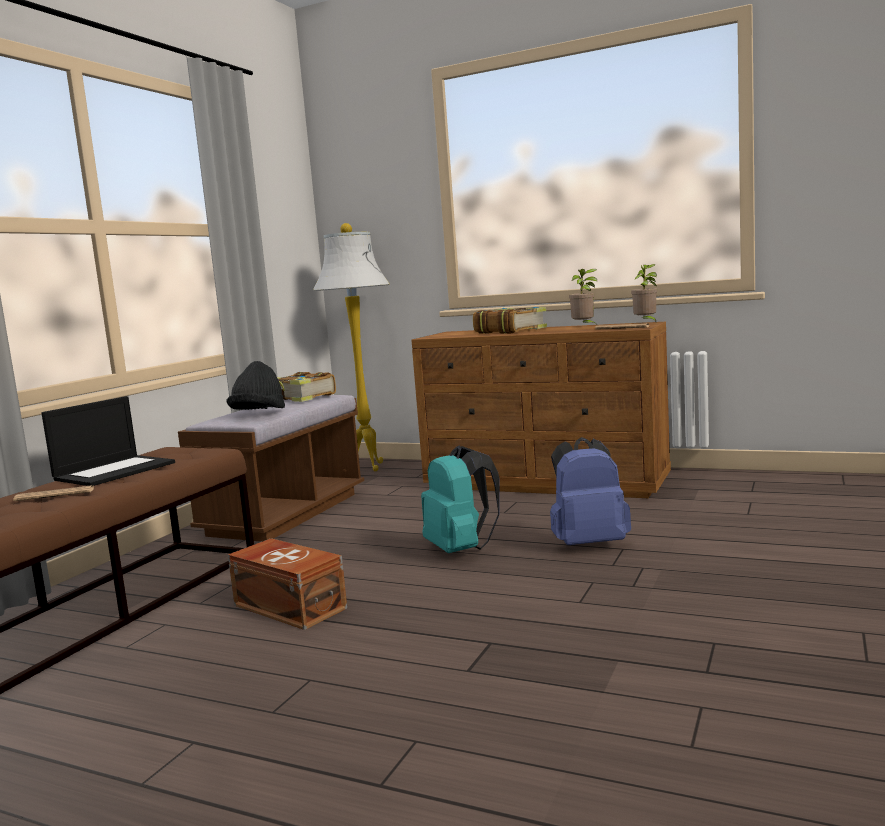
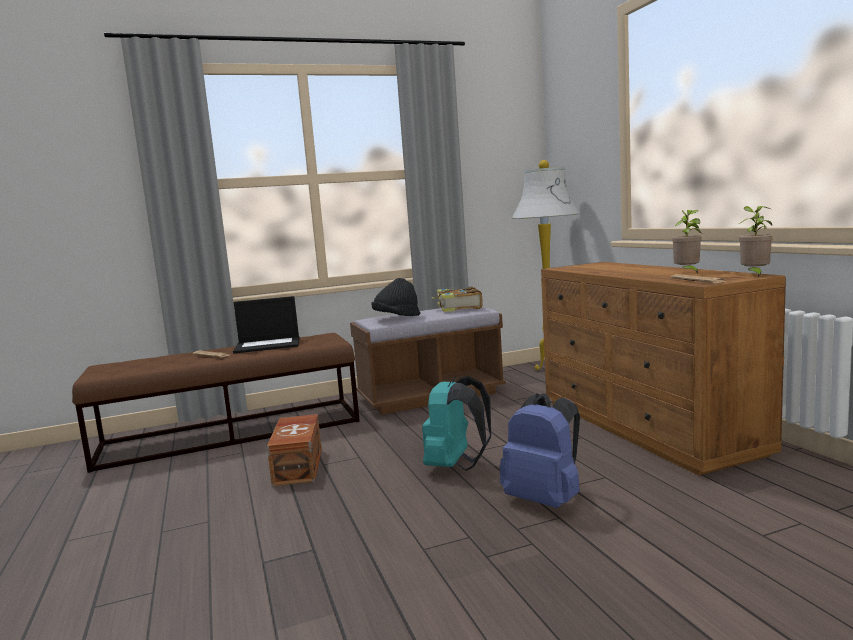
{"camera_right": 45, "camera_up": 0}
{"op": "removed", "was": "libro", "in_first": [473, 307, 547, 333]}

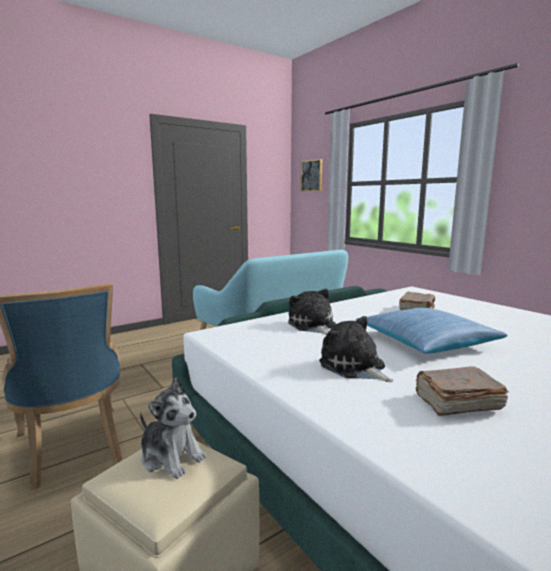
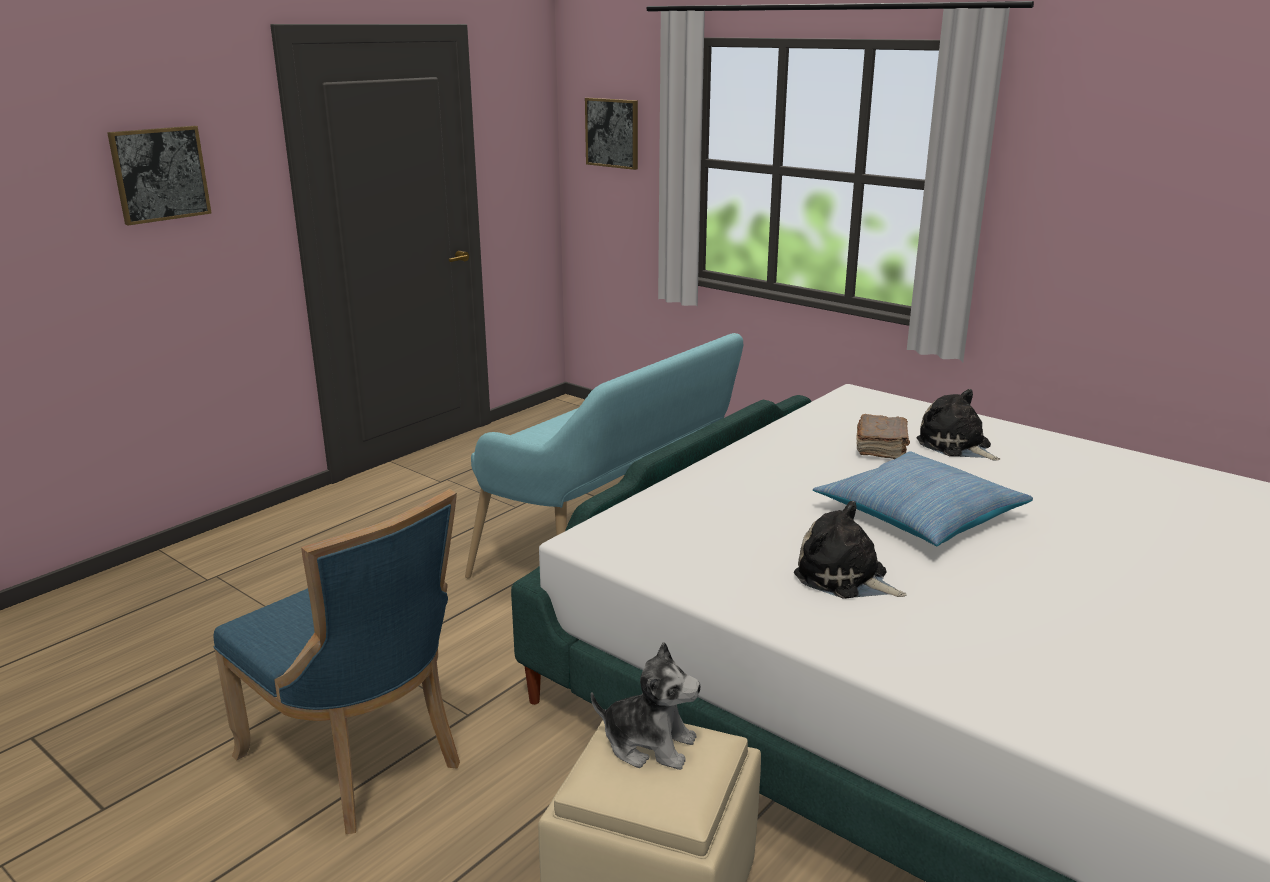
{"camera_right": -15, "camera_up": 10}
{"op": "removed", "was": "libro/marrón", "in_first": [415, 366, 509, 416]}
{"op": "added", "now": "cuadro", "in_second": [107, 126, 211, 225]}
{"op": "moved", "was": "peluche", "in_first": [288, 289, 336, 335], "in_second": [916, 389, 1000, 461]}

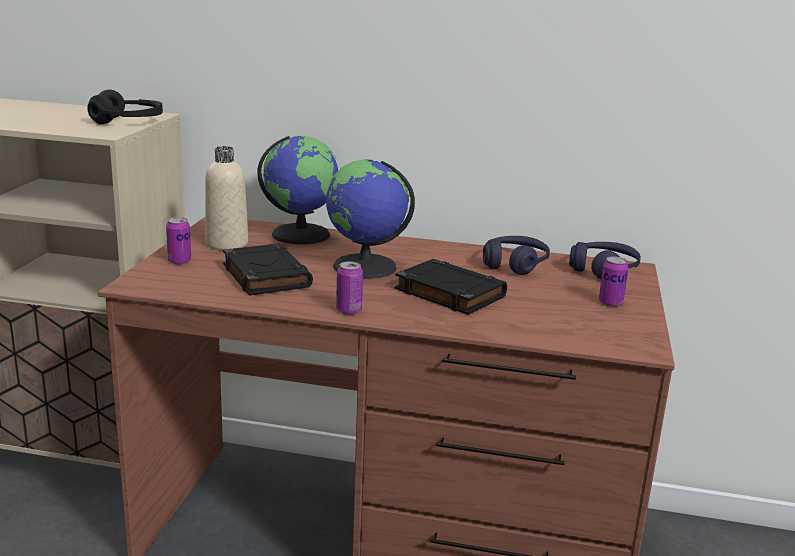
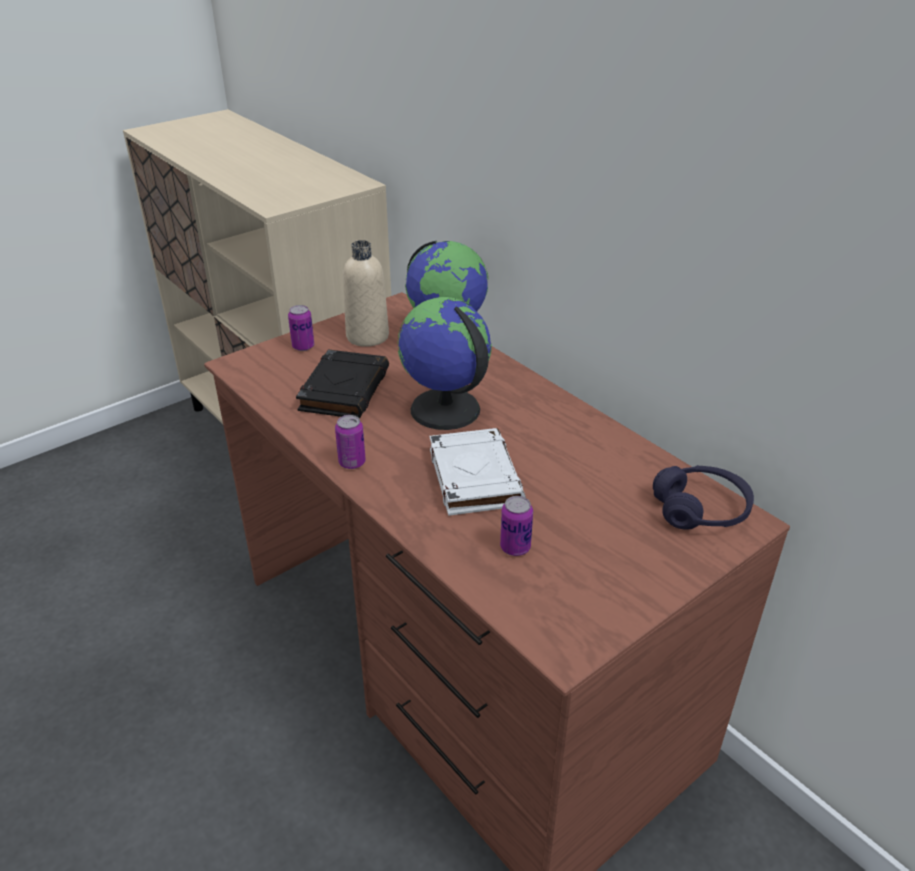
{"camera_right": 40, "camera_up": 15}
{"op": "removed", "was": "auriculares/negro", "in_first": [87, 90, 163, 124]}
{"op": "removed", "was": "auriculares/morado", "in_first": [483, 236, 550, 275]}
{"op": "moved", "was": "lata", "in_first": [599, 256, 629, 307], "in_second": [500, 496, 533, 556]}
{"op": "recoloured", "was": "libro/negro", "now": "libro/blanco", "in_first": [395, 259, 507, 315], "in_second": [430, 428, 526, 516]}

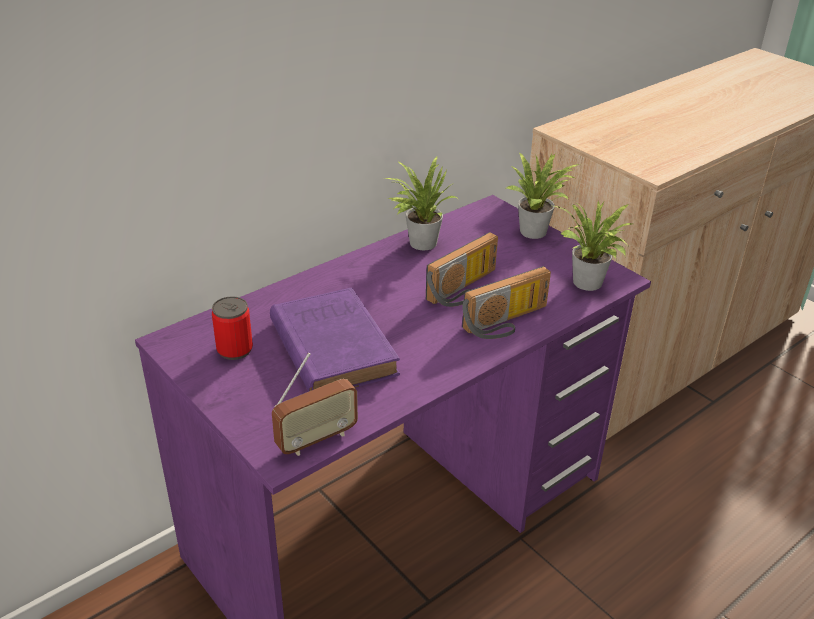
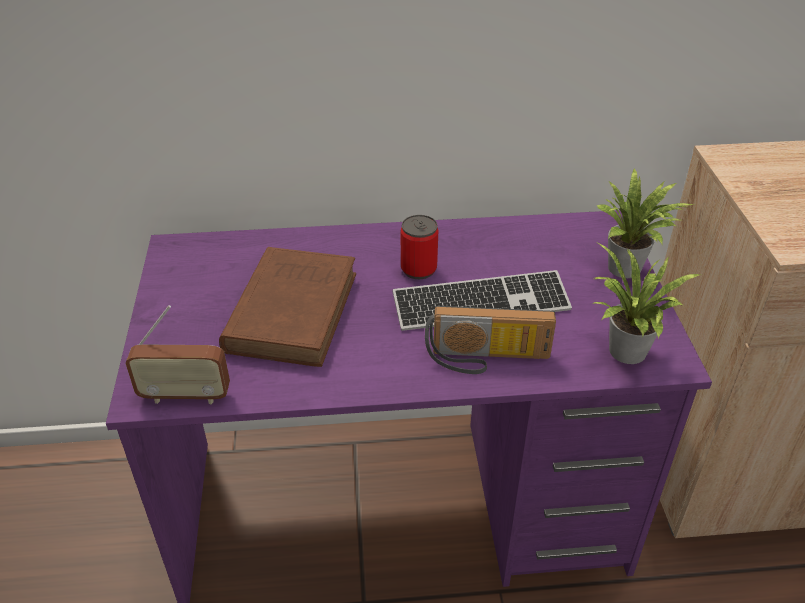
{"camera_right": 35, "camera_up": 5}
{"op": "removed", "was": "planta en maceta", "in_first": [384, 156, 457, 250]}
{"op": "moved", "was": "lata", "in_first": [212, 296, 253, 360], "in_second": [401, 215, 438, 279]}
{"op": "replaced", "was": "radio", "now": "teclado", "in_first": [426, 232, 498, 307], "in_second": [393, 270, 572, 331]}
{"op": "recoloured", "was": "libro/morado", "now": "libro/marrón", "in_first": [270, 288, 400, 392], "in_second": [219, 247, 356, 367]}

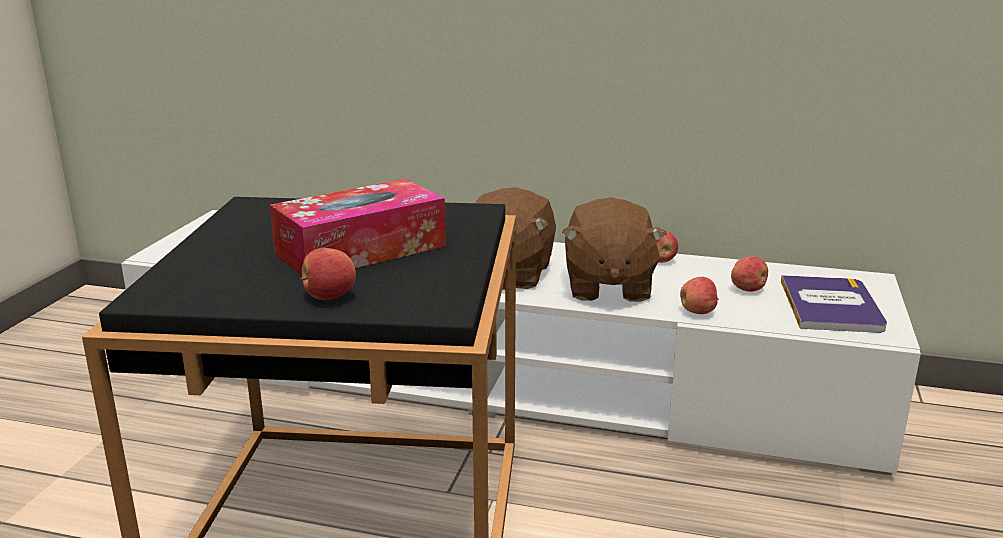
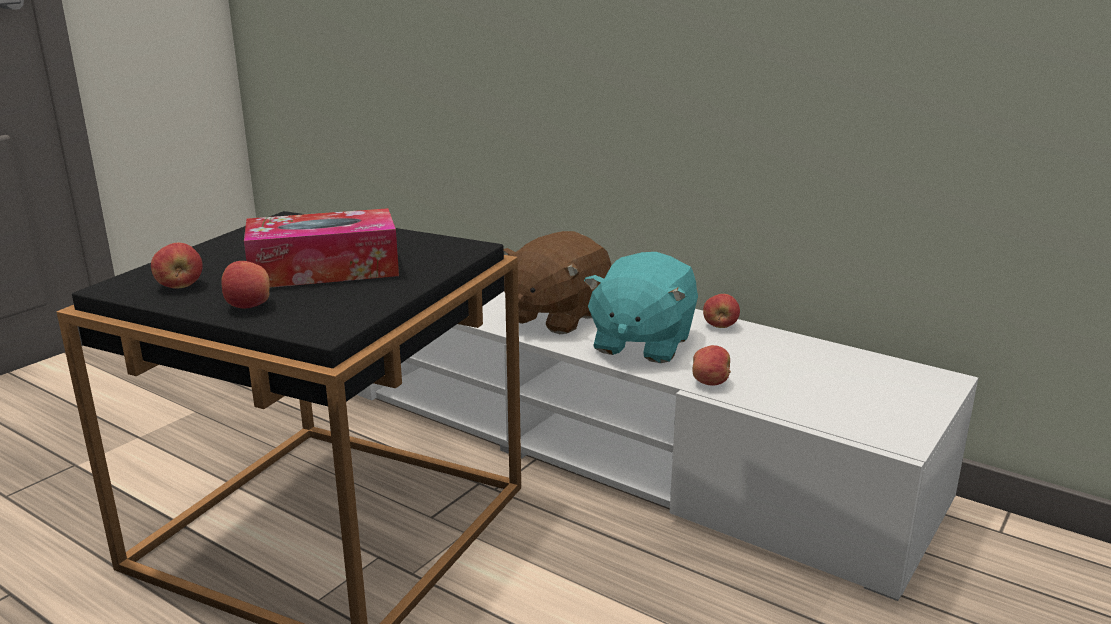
{"camera_right": 20, "camera_up": 0}
{"op": "removed", "was": "libro", "in_first": [781, 275, 887, 333]}
{"op": "moved", "was": "manzana", "in_first": [731, 256, 768, 292], "in_second": [151, 243, 203, 288]}
{"op": "recoloured", "was": "peluche/marrón", "now": "peluche/turquesa", "in_first": [562, 197, 667, 302], "in_second": [584, 252, 698, 363]}

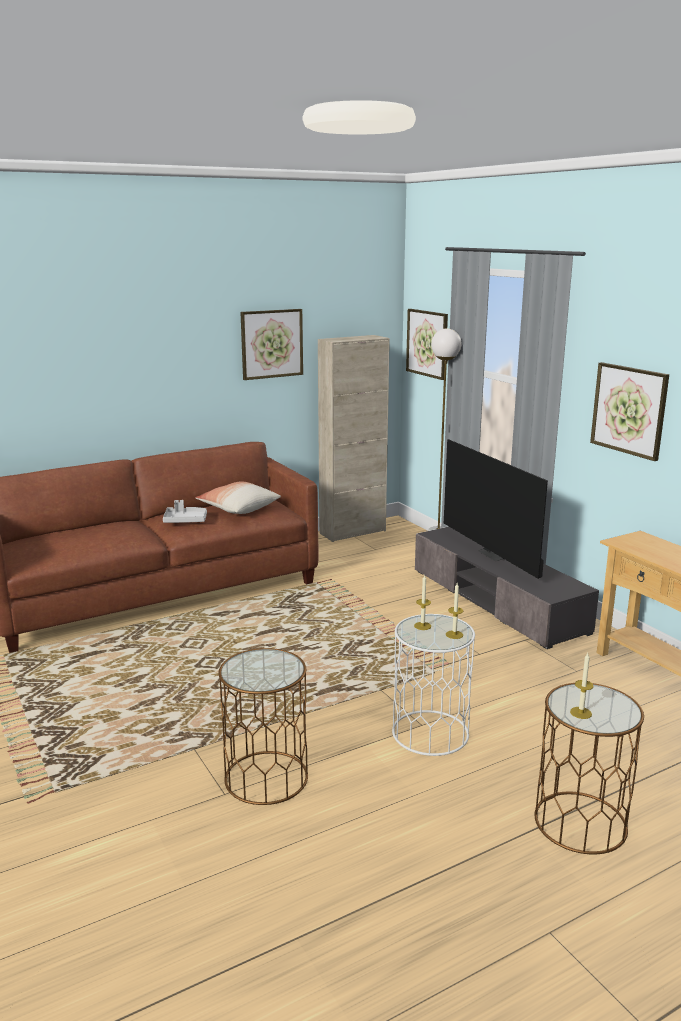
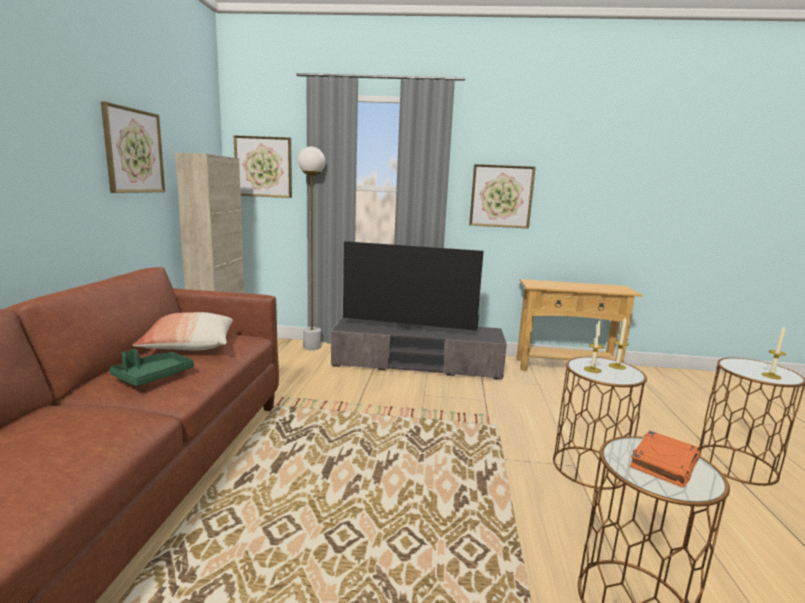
{"camera_right": -55, "camera_up": -5}
{"op": "added", "now": "libro/naranja", "in_second": [629, 431, 700, 487]}
{"op": "recoloured", "was": "bandeja/gris", "now": "bandeja/verde", "in_first": [163, 500, 207, 523], "in_second": [110, 349, 194, 386]}
{"op": "recoloured", "was": "mesa auxiliar/blanco", "now": "mesa auxiliar/marrón", "in_first": [392, 614, 475, 756], "in_second": [553, 357, 647, 490]}

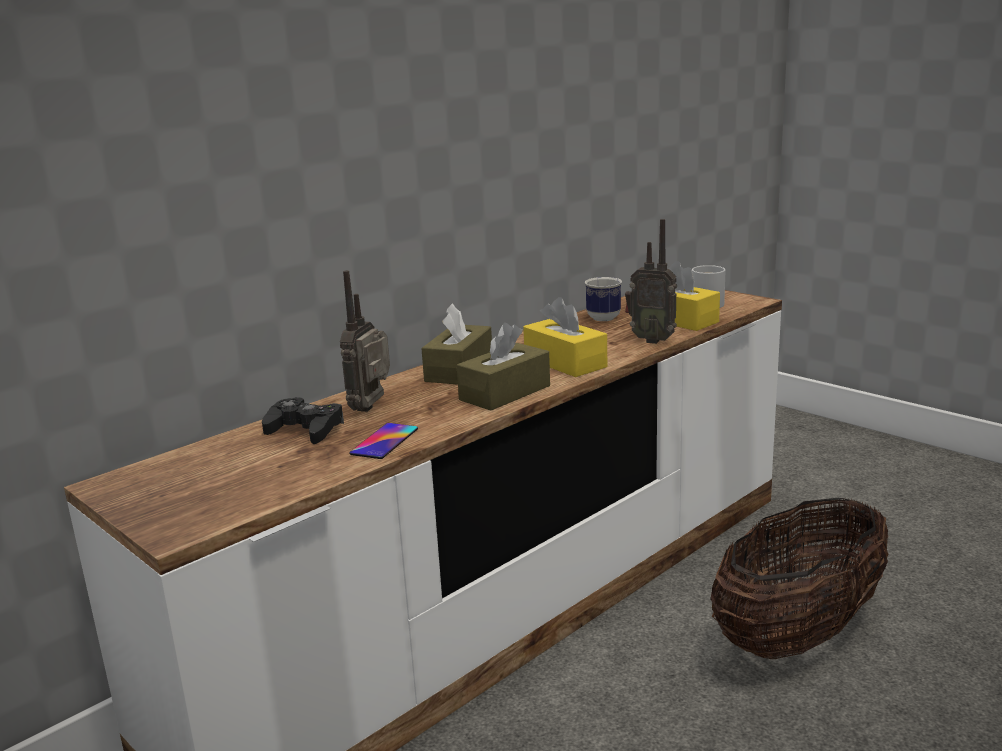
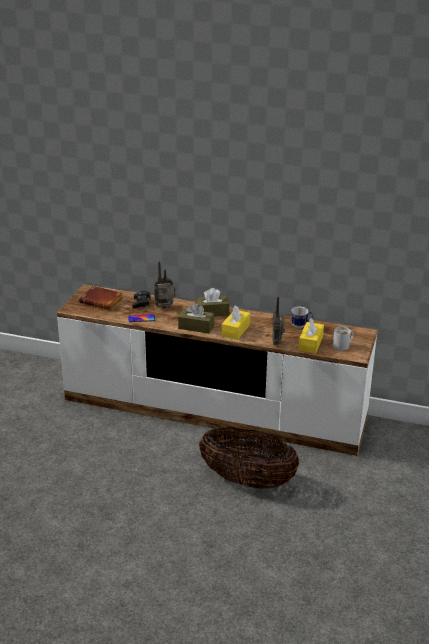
{"camera_right": 60, "camera_up": 10}
{"op": "added", "now": "libro/marrón", "in_second": [79, 286, 123, 310]}

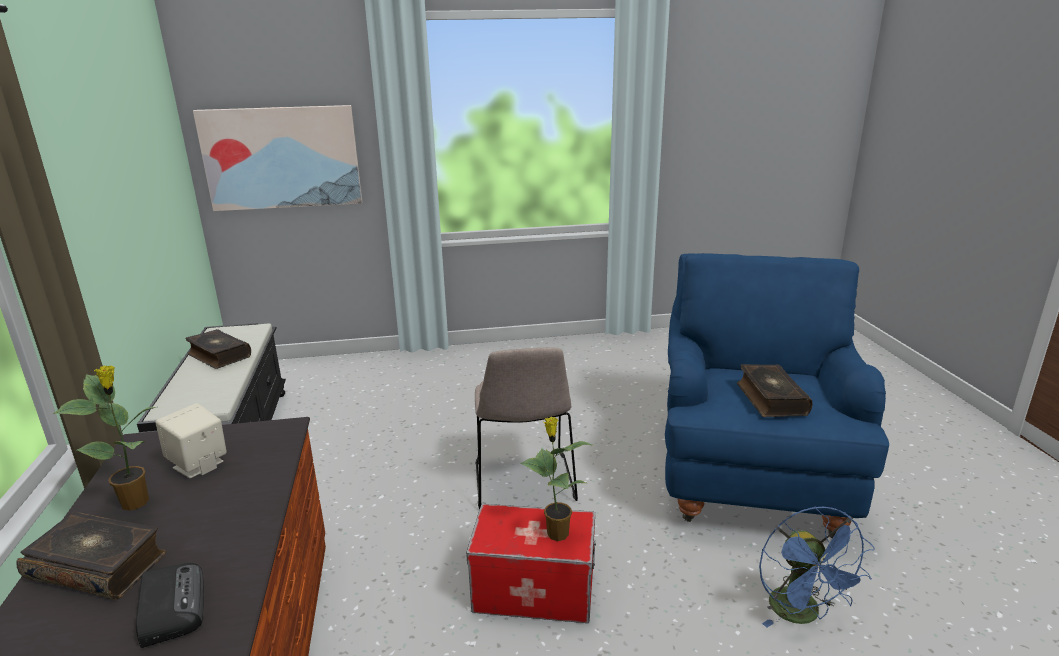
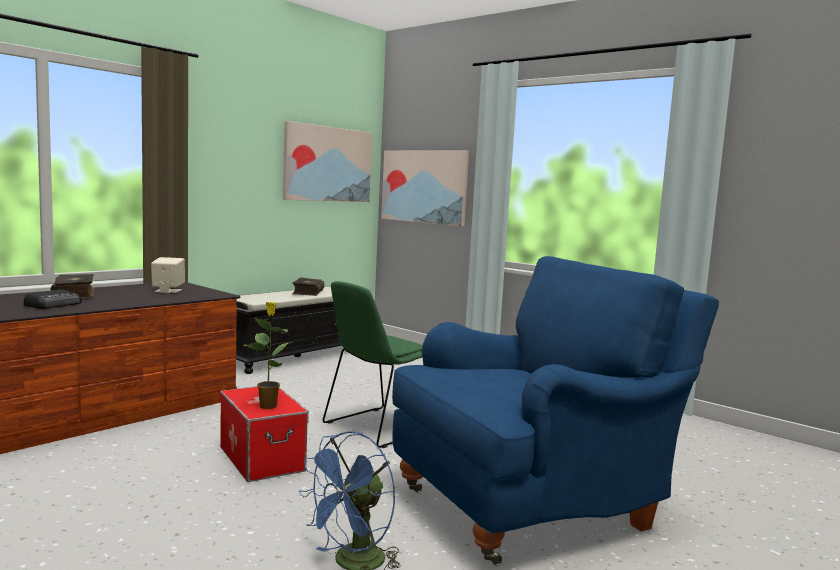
{"camera_right": 50, "camera_up": -15}
{"op": "removed", "was": "planta en maceta", "in_first": [53, 365, 156, 511]}
{"op": "removed", "was": "libro", "in_first": [737, 364, 813, 417]}
{"op": "added", "now": "cuadro", "in_second": [283, 121, 372, 202]}
{"op": "recoloured", "was": "silla/beis", "now": "silla/verde", "in_first": [475, 348, 578, 509], "in_second": [323, 281, 423, 448]}

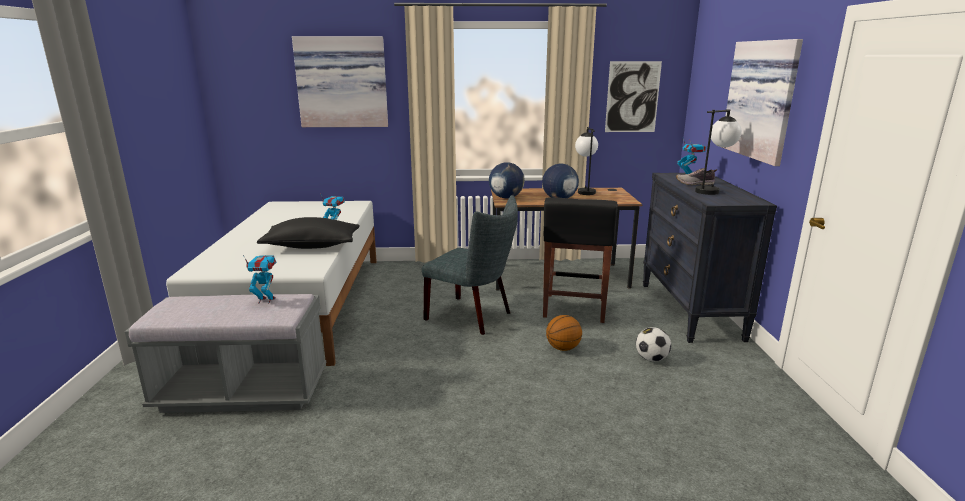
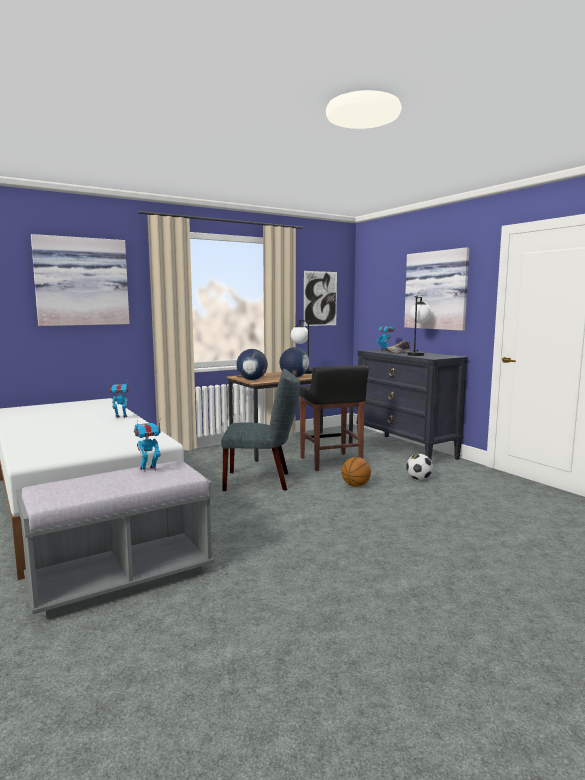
{"camera_right": -30, "camera_up": -10}
{"op": "removed", "was": "cojín/negro", "in_first": [257, 217, 360, 249]}

